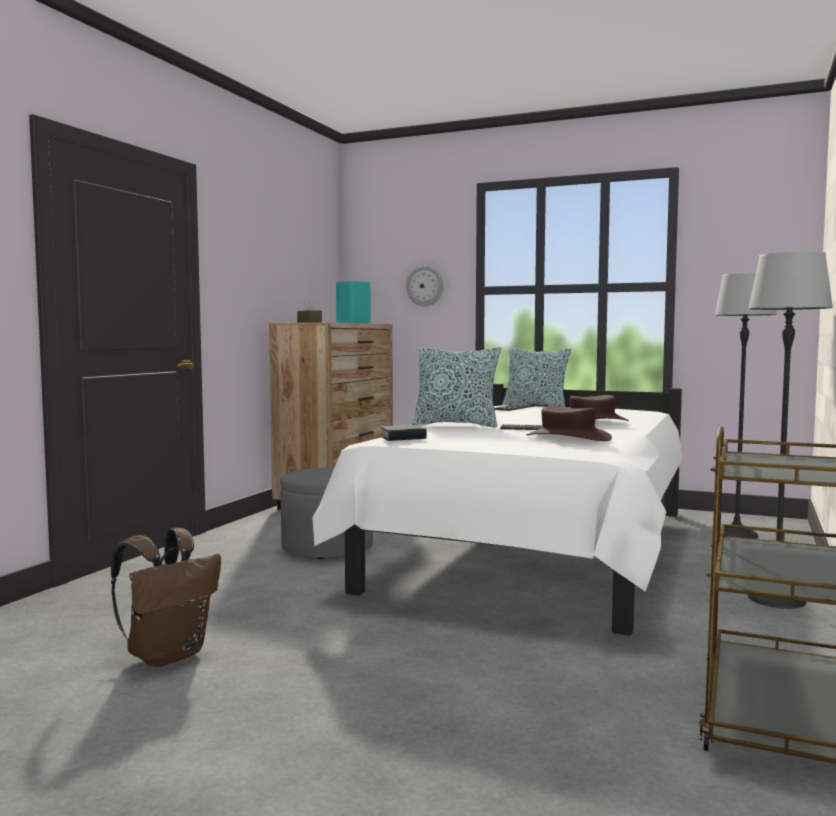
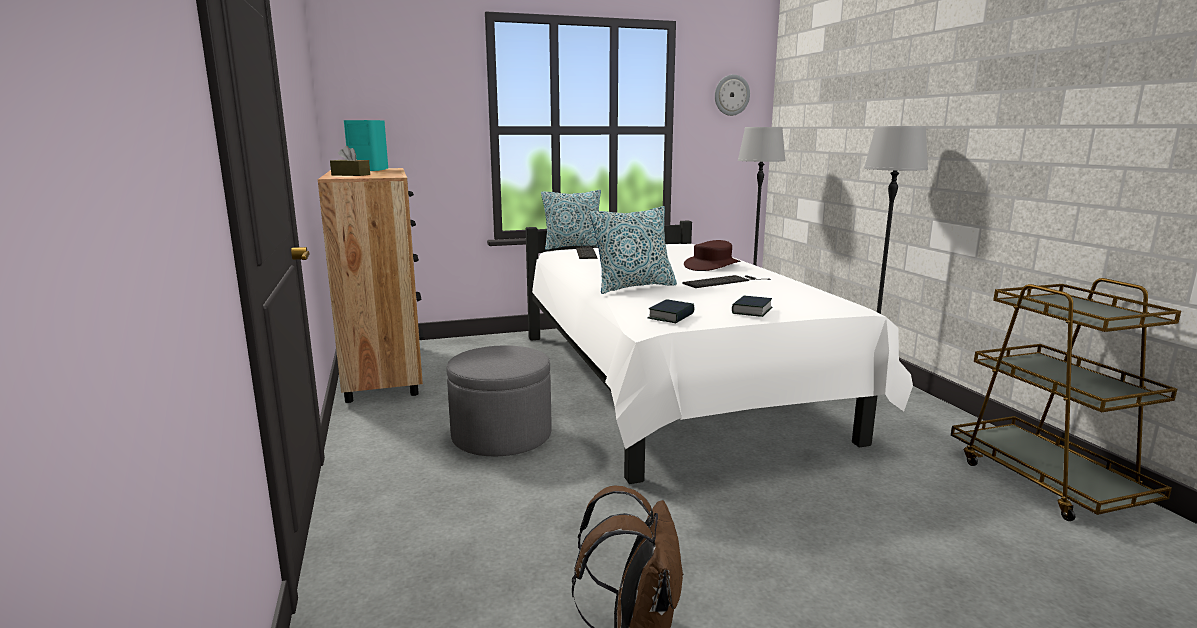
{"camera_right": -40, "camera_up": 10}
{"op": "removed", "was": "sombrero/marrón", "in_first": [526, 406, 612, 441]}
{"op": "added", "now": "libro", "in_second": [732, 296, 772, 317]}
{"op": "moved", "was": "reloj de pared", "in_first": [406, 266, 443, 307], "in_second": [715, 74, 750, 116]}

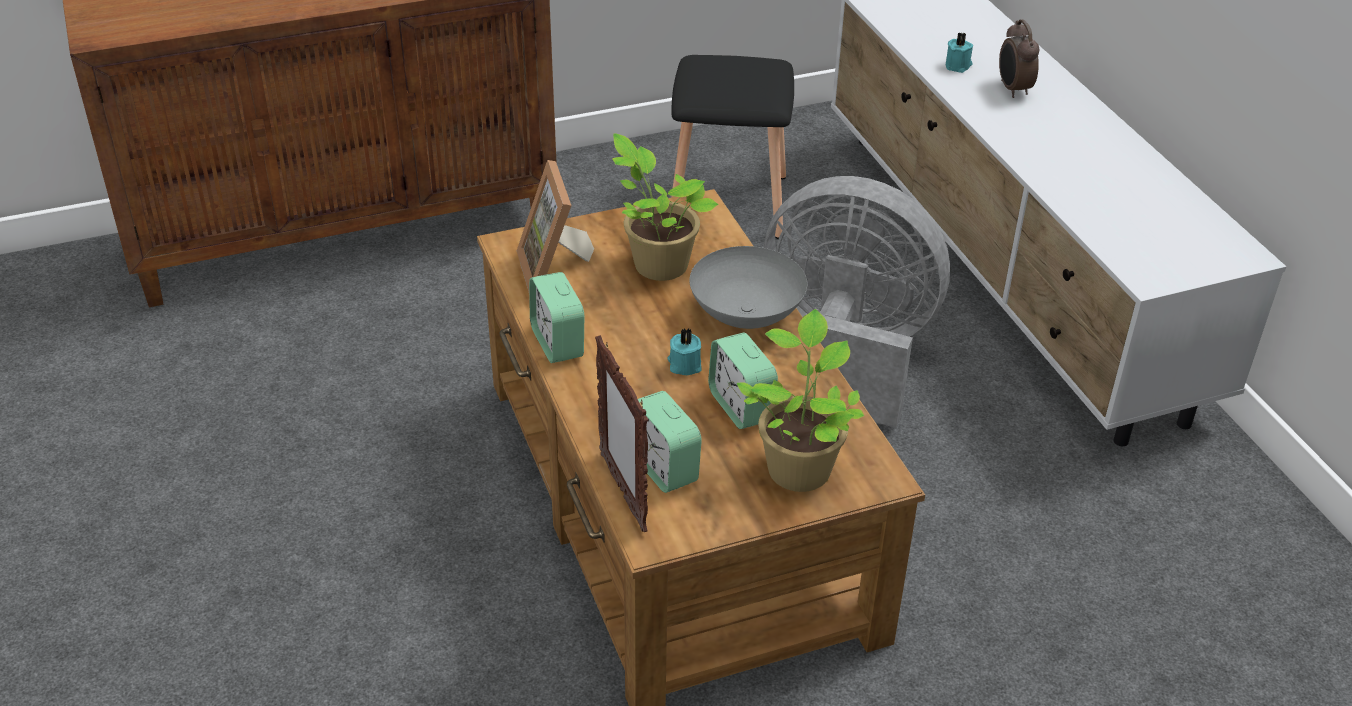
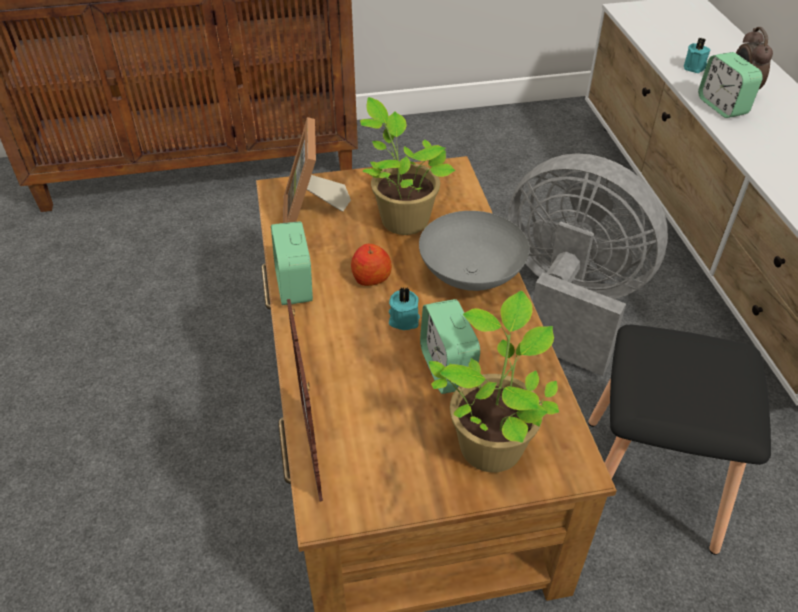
{"camera_right": 10, "camera_up": 5}
{"op": "added", "now": "manzana", "in_second": [351, 244, 392, 286]}
{"op": "moved", "was": "despertador", "in_first": [638, 391, 702, 493], "in_second": [698, 52, 763, 118]}
{"op": "moved", "was": "taburete/negro", "in_first": [671, 55, 794, 239], "in_second": [588, 325, 771, 555]}

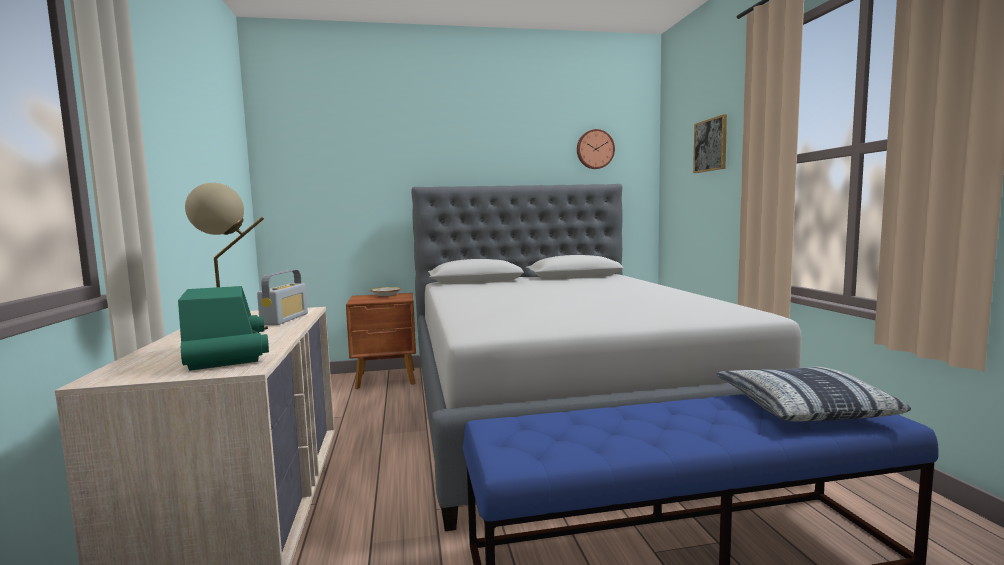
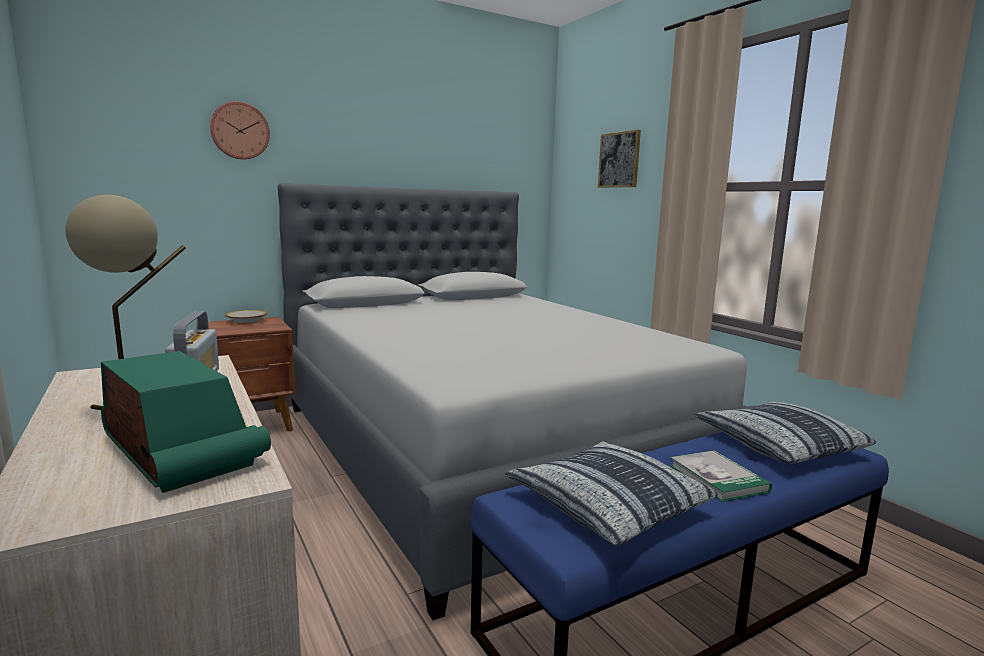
{"camera_right": -20, "camera_up": 5}
{"op": "added", "now": "cojín", "in_second": [505, 441, 717, 546]}
{"op": "added", "now": "libro", "in_second": [669, 450, 772, 502]}
{"op": "moved", "was": "reloj de pared", "in_first": [577, 129, 615, 169], "in_second": [210, 102, 270, 160]}

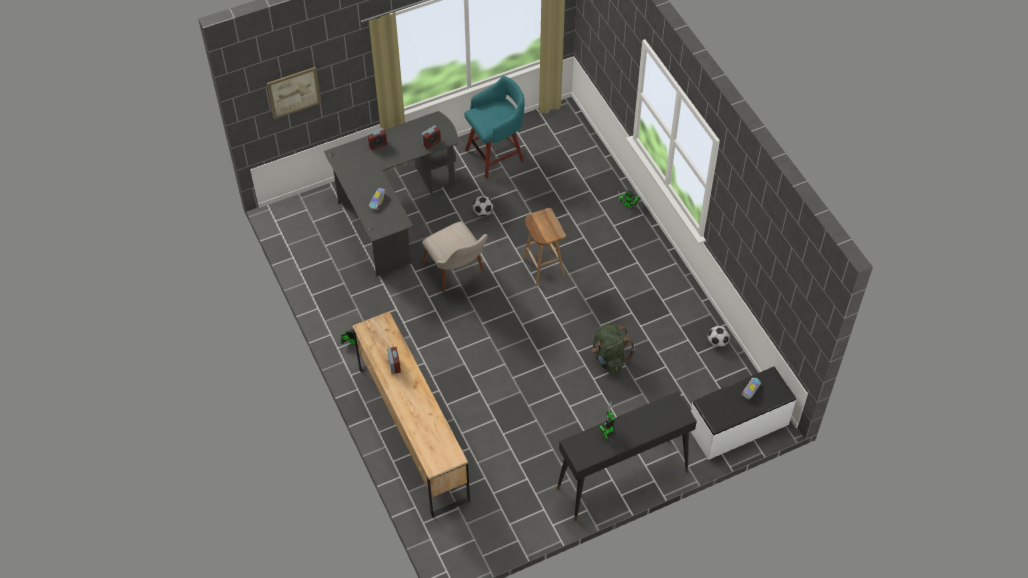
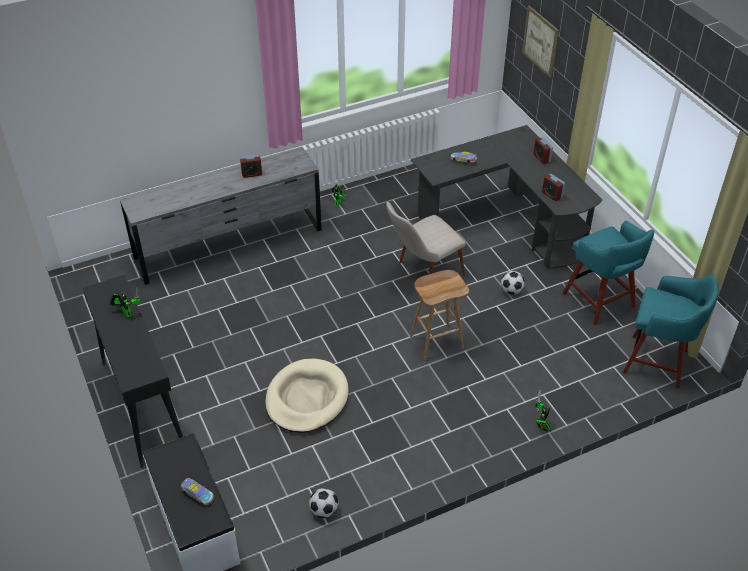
{"camera_right": 90, "camera_up": -10}
{"op": "added", "now": "taburete/turquesa", "in_second": [623, 274, 719, 389]}
{"op": "replaced", "was": "mochila/verde", "now": "cama para perro/beis", "in_first": [592, 323, 635, 374], "in_second": [265, 359, 349, 433]}
{"op": "recoloured", "was": "cómoda/marrón", "now": "cómoda/gris", "in_first": [352, 311, 470, 517], "in_second": [120, 147, 322, 285]}

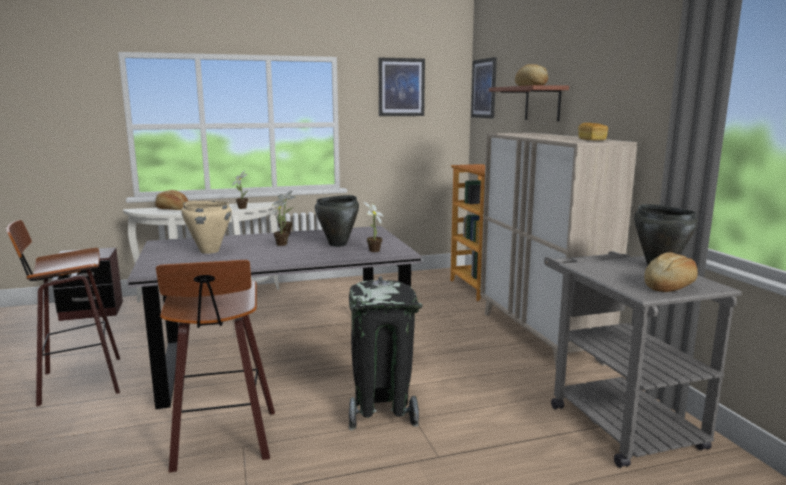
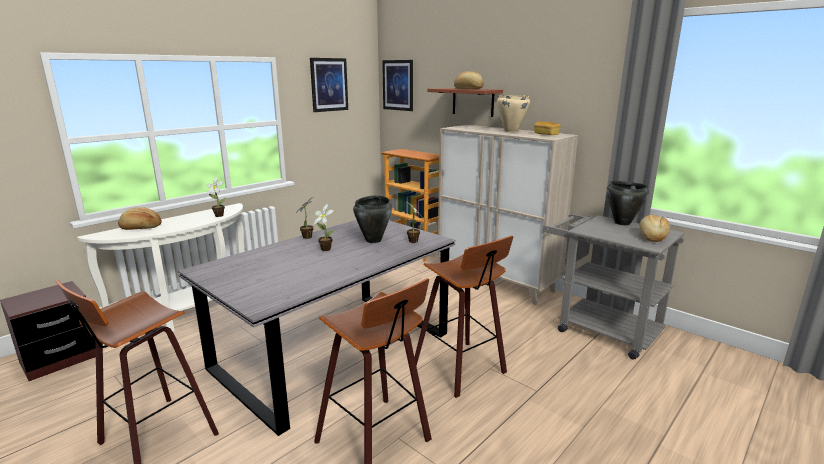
{"camera_right": -30, "camera_up": 5}
{"op": "moved", "was": "olla/beis", "in_first": [181, 201, 232, 254], "in_second": [497, 95, 530, 132]}
{"op": "replaced", "was": "papelera/negro", "now": "taburete", "in_first": [349, 276, 423, 431], "in_second": [415, 236, 513, 398]}

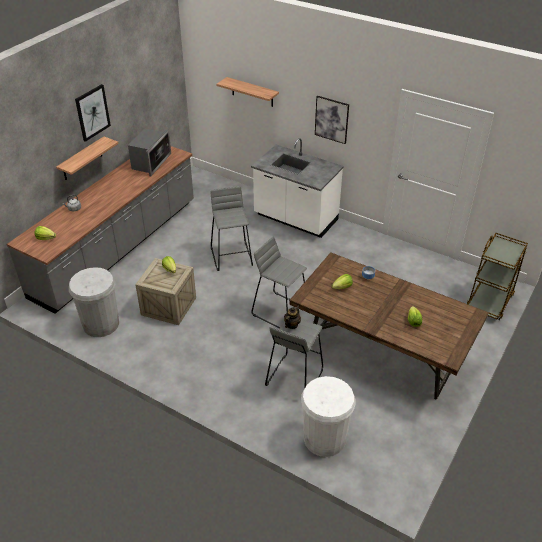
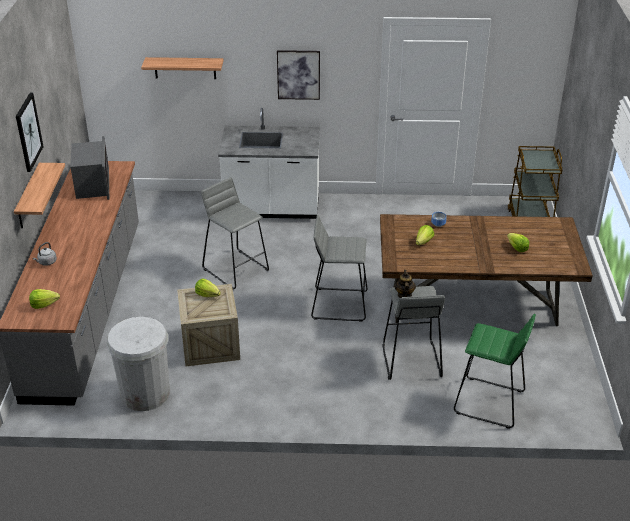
{"camera_right": -30, "camera_up": -5}
{"op": "replaced", "was": "papelera/blanco", "now": "taburete/verde", "in_first": [301, 376, 356, 457], "in_second": [454, 314, 536, 429]}

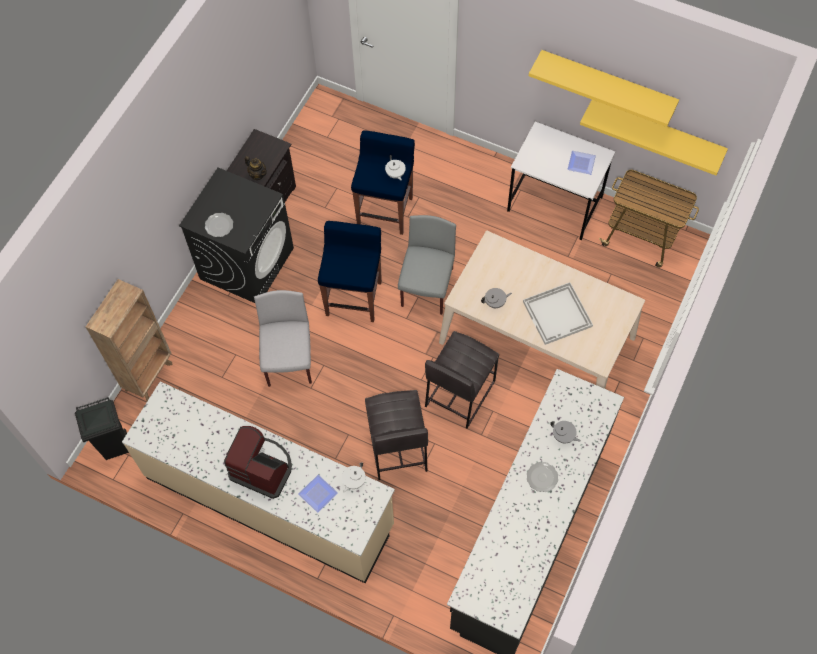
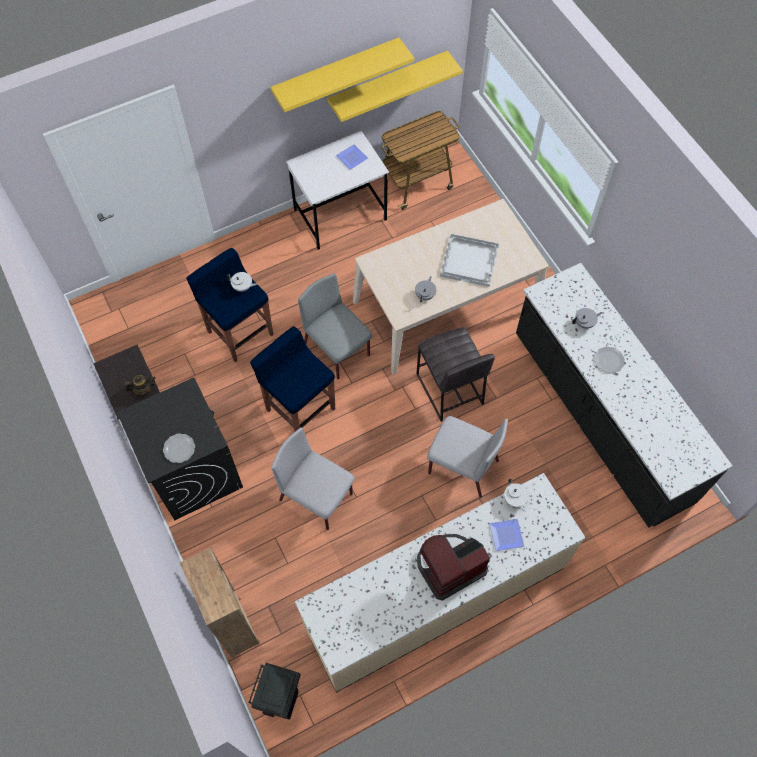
{"camera_right": -55, "camera_up": 0}
{"op": "replaced", "was": "taburete/gris", "now": "silla/gris", "in_first": [365, 390, 428, 480], "in_second": [427, 416, 508, 498]}

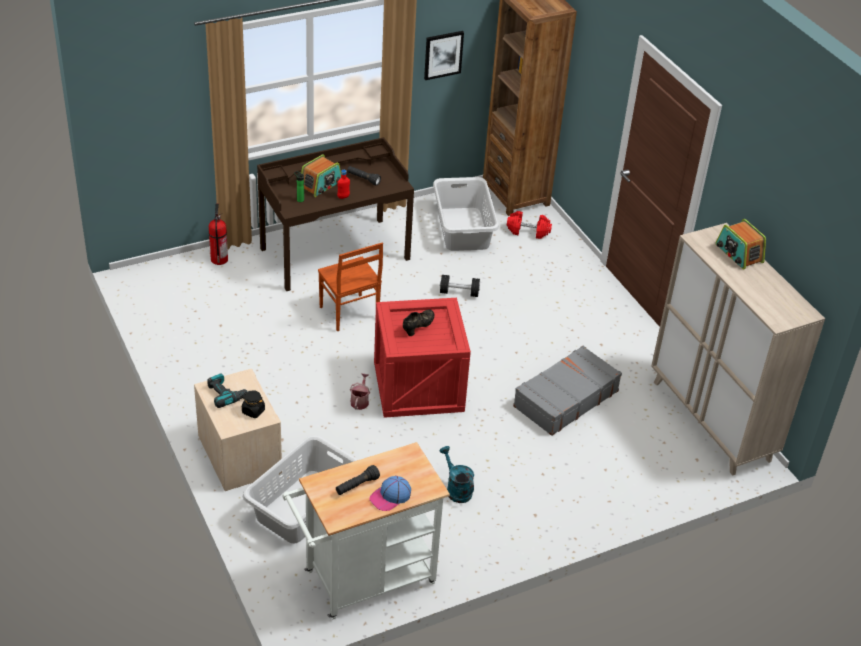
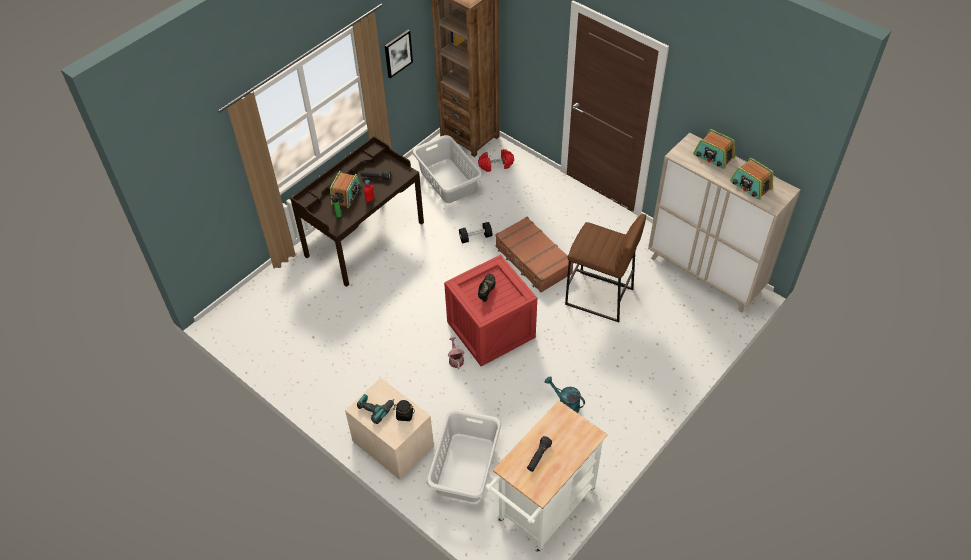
{"camera_right": -20, "camera_up": 10}
{"op": "removed", "was": "extintor", "in_first": [209, 203, 228, 265]}
{"op": "removed", "was": "silla/marrón", "in_first": [318, 243, 383, 331]}
{"op": "removed", "was": "gorra", "in_first": [369, 476, 411, 511]}
{"op": "added", "now": "maleta/marrón", "in_second": [495, 217, 573, 292]}
{"op": "added", "now": "radio", "in_second": [730, 158, 773, 200]}
{"op": "replaced", "was": "maleta/gris", "now": "taburete/marrón", "in_first": [513, 346, 622, 436], "in_second": [565, 214, 646, 322]}

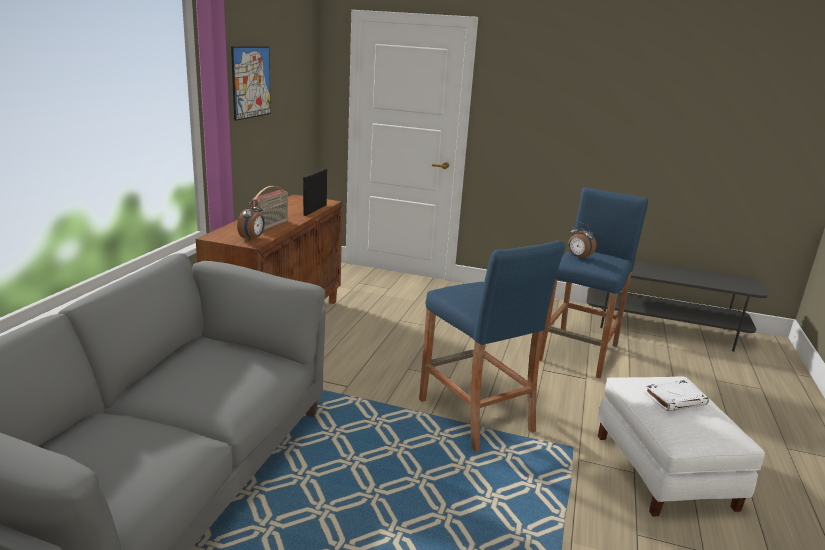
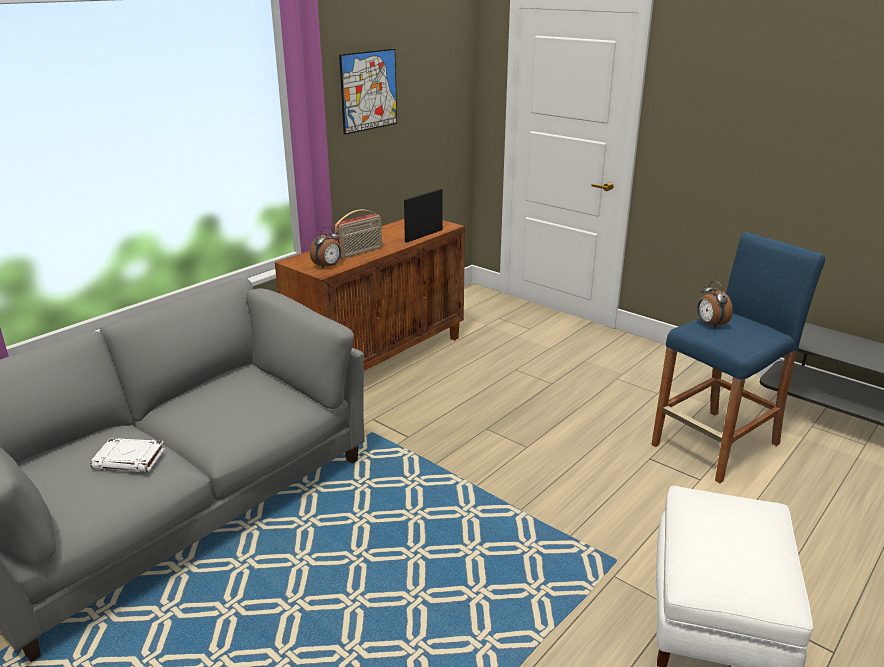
{"camera_right": 25, "camera_up": 5}
{"op": "removed", "was": "taburete/azul", "in_first": [419, 241, 566, 452]}
{"op": "moved", "was": "libro/blanco", "in_first": [644, 380, 709, 411], "in_second": [91, 438, 165, 472]}

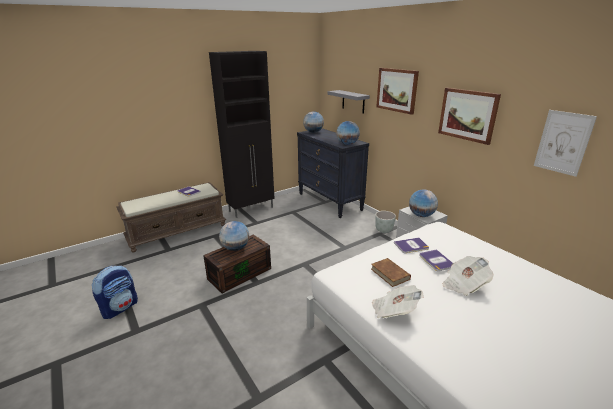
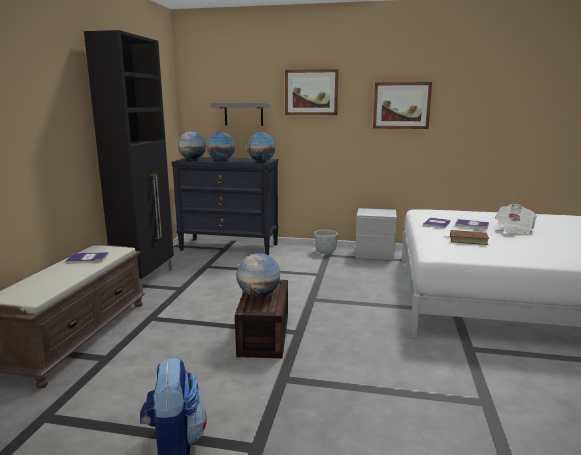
{"camera_right": -45, "camera_up": -10}
{"op": "removed", "was": "periódico", "in_first": [372, 285, 424, 318]}
{"op": "removed", "was": "cuadro", "in_first": [534, 110, 597, 177]}
{"op": "moved", "was": "globo terráqueo", "in_first": [409, 190, 438, 217], "in_second": [207, 132, 235, 161]}

